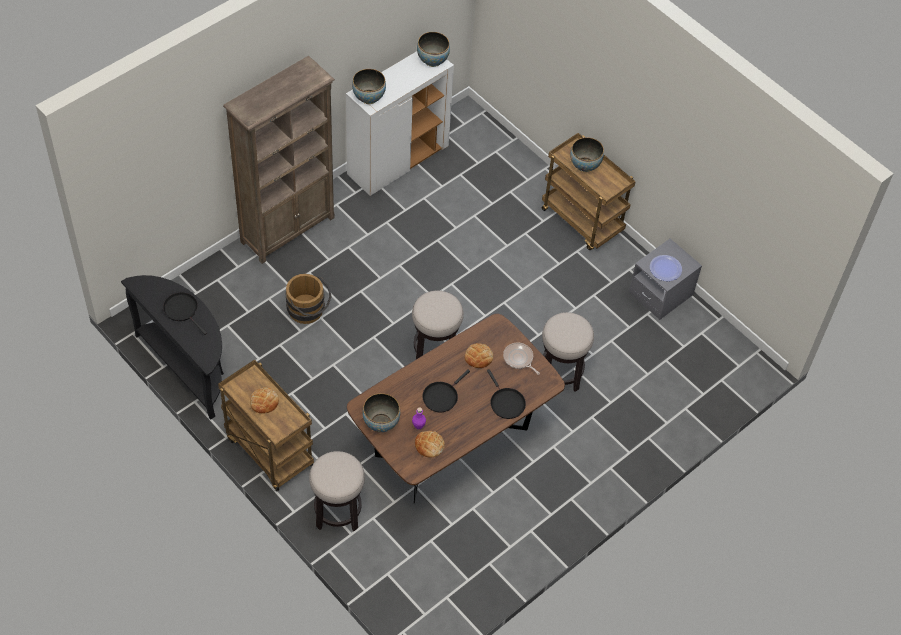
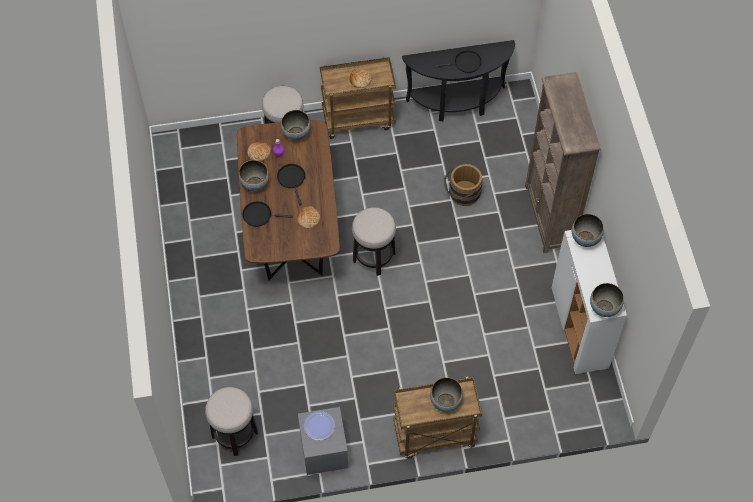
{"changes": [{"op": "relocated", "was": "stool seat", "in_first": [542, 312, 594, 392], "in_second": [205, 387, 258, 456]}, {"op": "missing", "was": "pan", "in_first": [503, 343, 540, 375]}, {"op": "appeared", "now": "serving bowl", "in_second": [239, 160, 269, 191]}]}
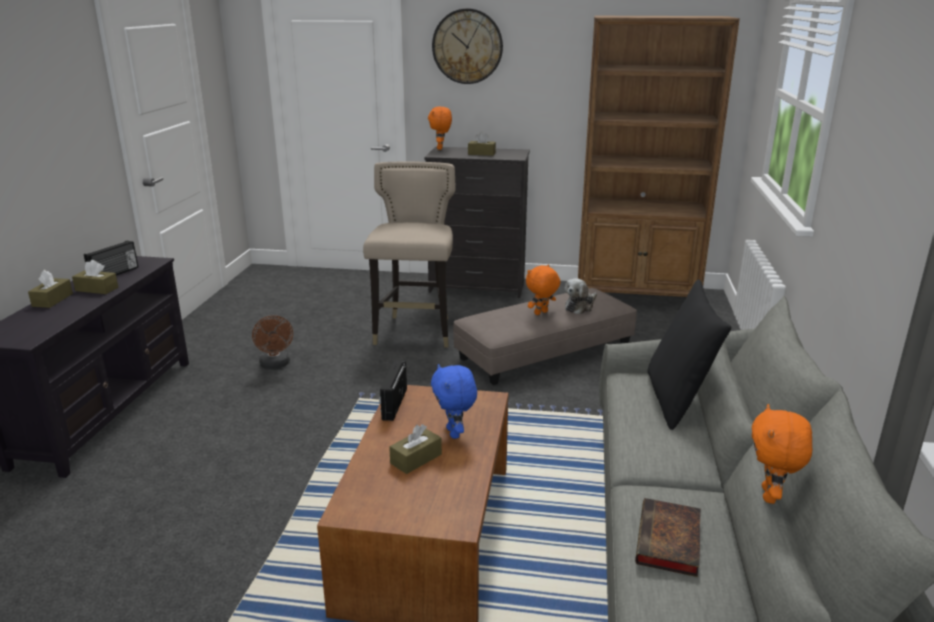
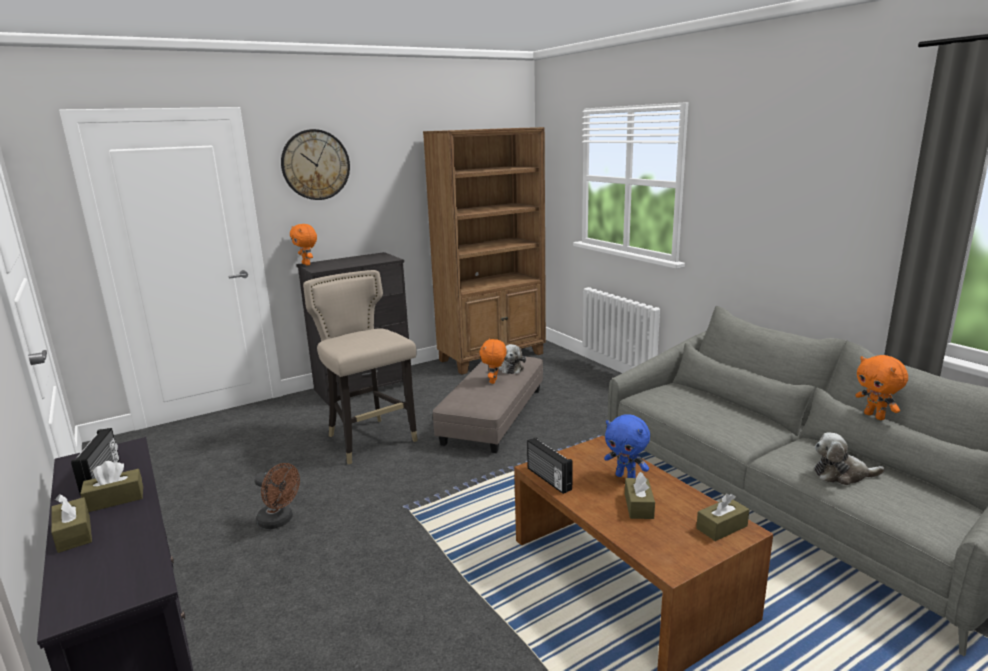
{"changes": [{"op": "relocated", "was": "brown-coloured tissue box", "in_first": [468, 132, 496, 156], "in_second": [696, 494, 749, 541]}, {"op": "missing", "was": "black-coloured pillow", "in_first": [648, 279, 731, 430]}, {"op": "exchanged", "was": "book", "now": "soft toy", "in_first": [635, 498, 701, 577], "in_second": [814, 432, 885, 485]}]}
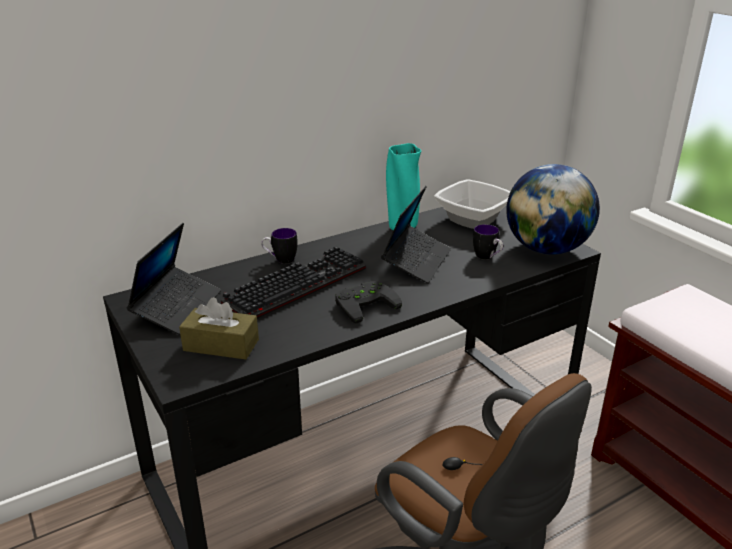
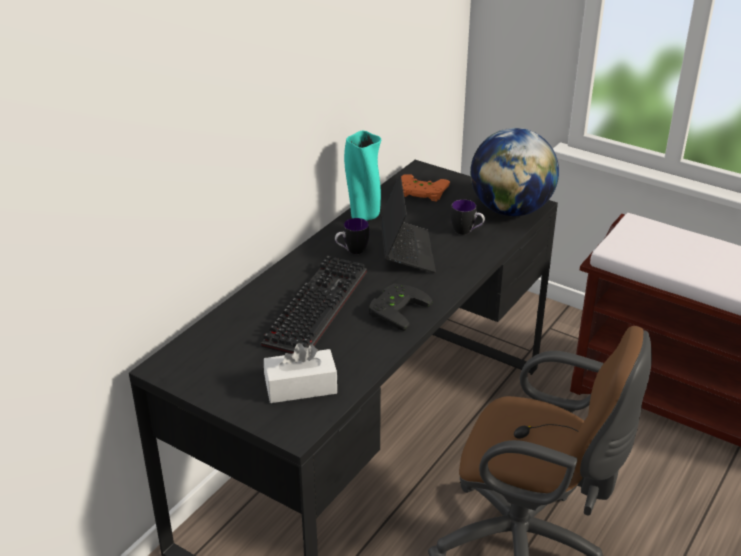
{"changes": [{"op": "exchanged", "was": "serving bowl", "now": "orange game controller", "in_first": [434, 179, 511, 229], "in_second": [401, 174, 450, 201]}, {"op": "missing", "was": "notebook computer", "in_first": [127, 223, 221, 335]}, {"op": "relocated", "was": "mug", "in_first": [261, 228, 298, 264], "in_second": [335, 218, 369, 254]}, {"op": "colour", "was": "brown-coloured tissue box", "now": "white-coloured tissue box", "in_first": [179, 297, 259, 360], "in_second": [264, 343, 337, 403]}]}
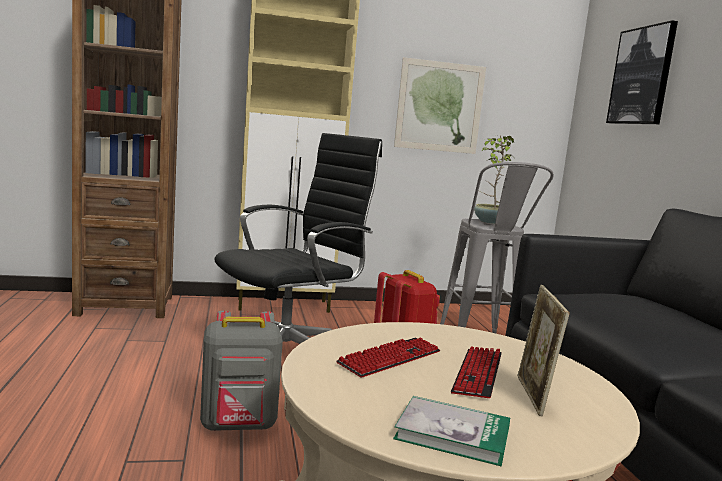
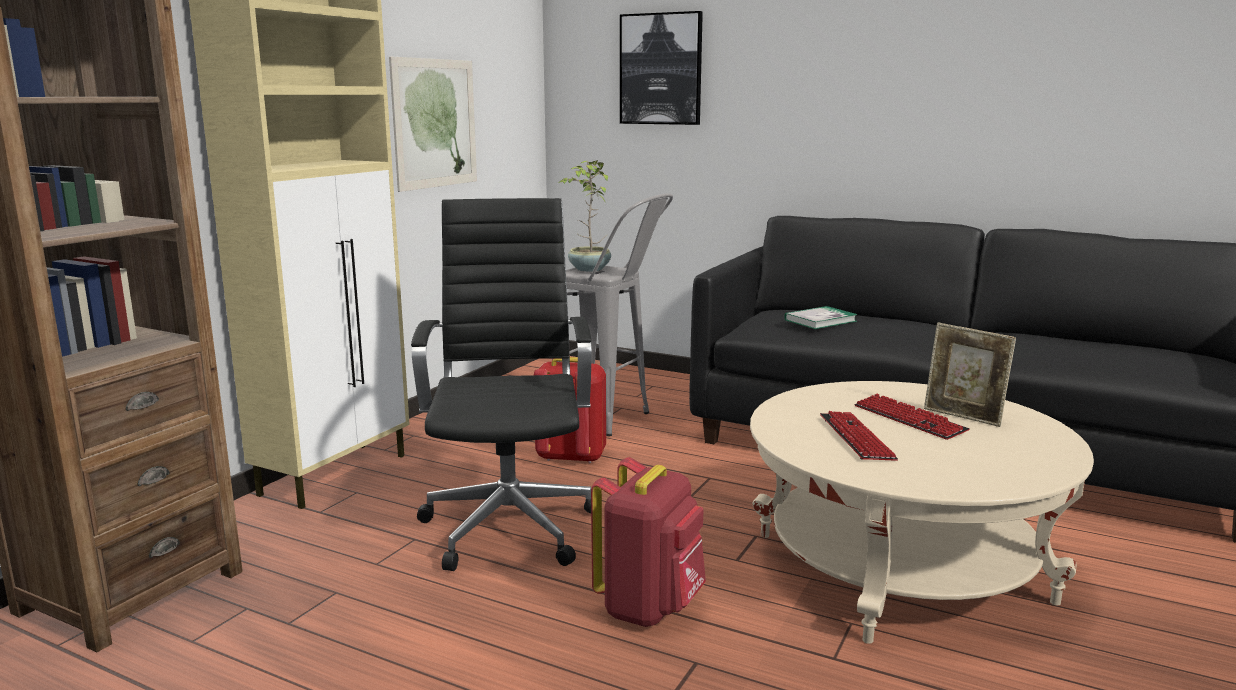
{"changes": [{"op": "colour", "was": "greyish backpack", "now": "red-coloured backpack", "in_first": [200, 311, 283, 431], "in_second": [591, 457, 706, 627]}, {"op": "relocated", "was": "book", "in_first": [393, 396, 510, 466], "in_second": [784, 306, 858, 329]}]}
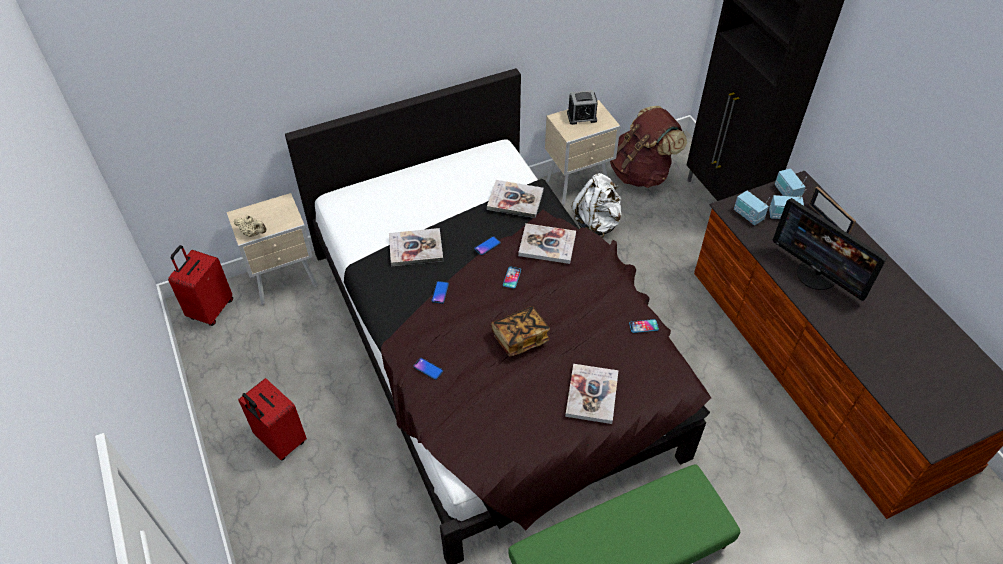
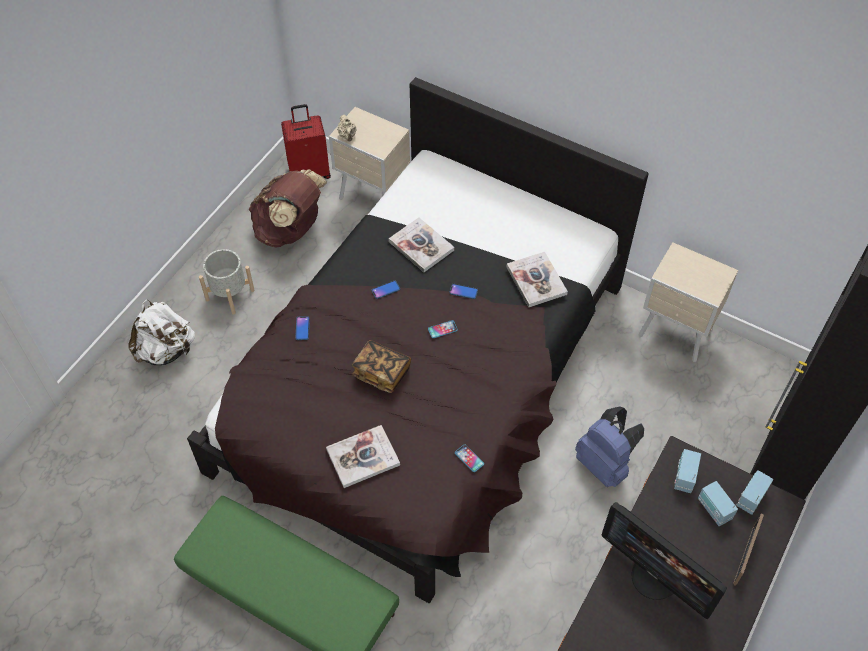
{"changes": [{"op": "missing", "was": "bedside clock", "in_first": [567, 90, 598, 125]}, {"op": "relocated", "was": "brown-coloured backpack", "in_first": [610, 106, 687, 188], "in_second": [248, 169, 327, 248]}, {"op": "relocated", "was": "white-coloured backpack", "in_first": [572, 173, 622, 238], "in_second": [128, 299, 195, 365]}, {"op": "spun", "was": "monitor", "in_first": [773, 198, 887, 301], "in_second": [601, 502, 727, 619], "clockwise": -60}, {"op": "missing", "was": "book", "in_first": [518, 223, 576, 264]}, {"op": "exchanged", "was": "red-coloured piece of luggage", "now": "greyish flower pot", "in_first": [238, 378, 307, 461], "in_second": [199, 249, 255, 315]}, {"op": "appeared", "now": "blue-coloured backpack", "in_second": [575, 406, 644, 487]}]}
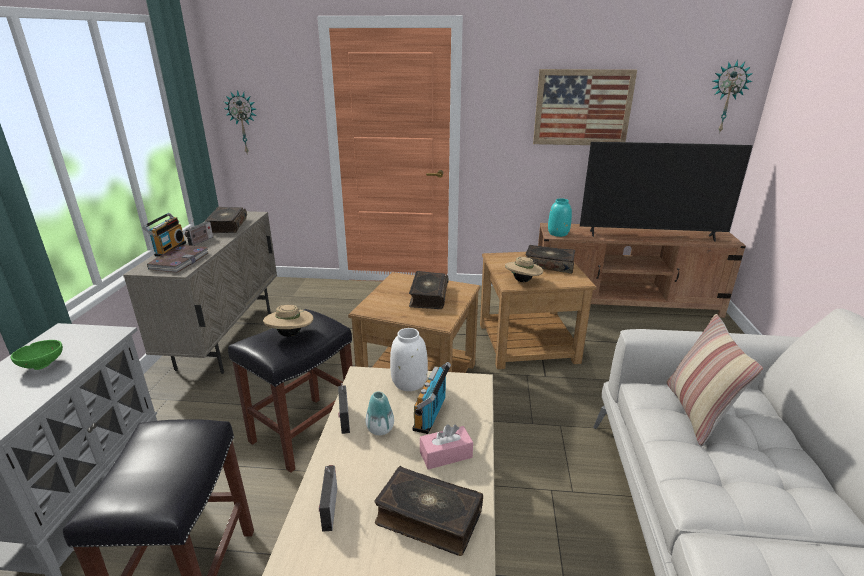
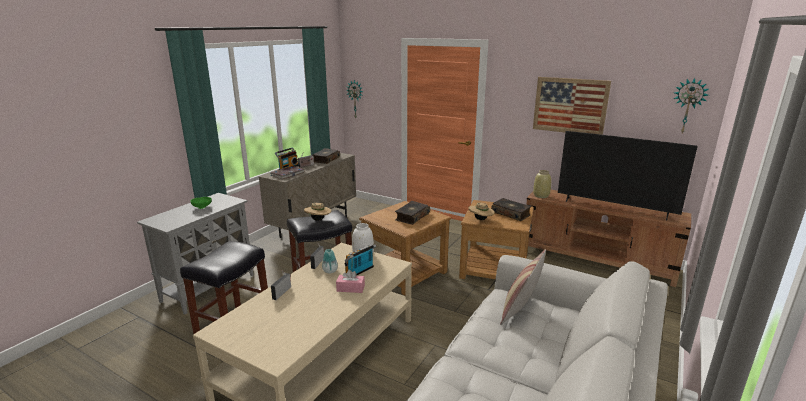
{"changes": [{"op": "colour", "was": "turquoise-coloured vase", "now": "sand-coloured vase", "in_first": [548, 198, 572, 237], "in_second": [533, 170, 551, 198]}, {"op": "missing", "was": "book", "in_first": [375, 466, 483, 556]}]}
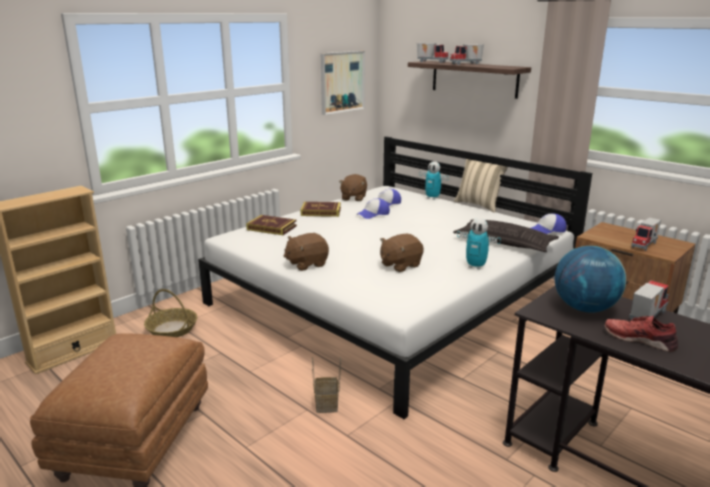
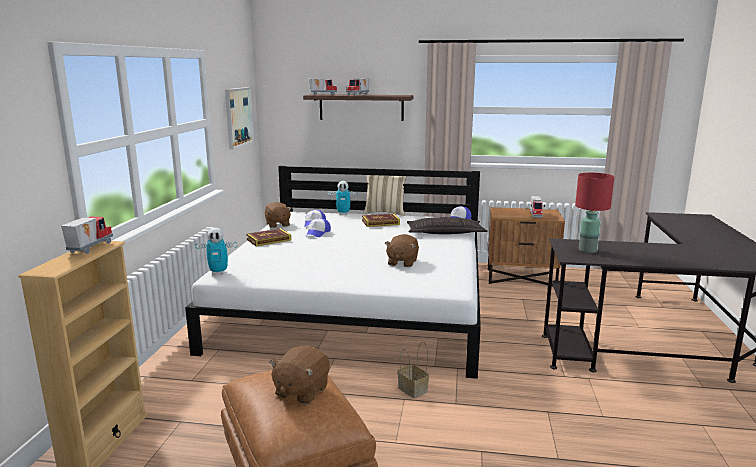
{"changes": [{"op": "relocated", "was": "book", "in_first": [246, 215, 297, 235], "in_second": [362, 214, 400, 227]}, {"op": "relocated", "was": "model robot", "in_first": [457, 218, 501, 270], "in_second": [195, 228, 237, 275]}, {"op": "relocated", "was": "brown-coloured soft toy", "in_first": [284, 233, 329, 271], "in_second": [269, 346, 330, 404]}, {"op": "exchanged", "was": "world globe", "now": "red-coloured tabletop lamp", "in_first": [554, 246, 626, 313], "in_second": [575, 173, 614, 253]}, {"op": "relocated", "was": "model truck", "in_first": [629, 280, 669, 320], "in_second": [61, 216, 113, 254]}, {"op": "missing", "was": "household basket", "in_first": [144, 289, 197, 337]}, {"op": "missing", "was": "red-coloured shoe", "in_first": [605, 316, 678, 352]}]}
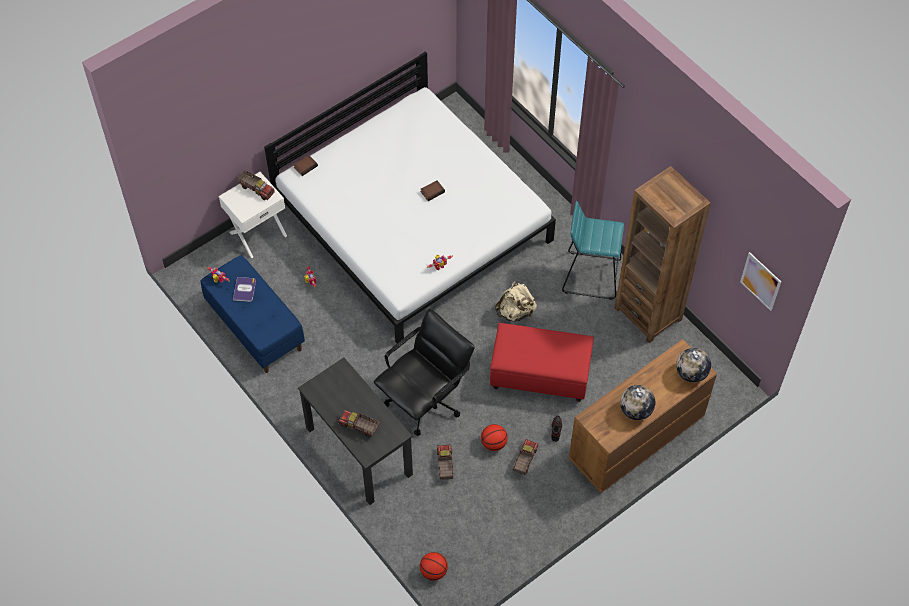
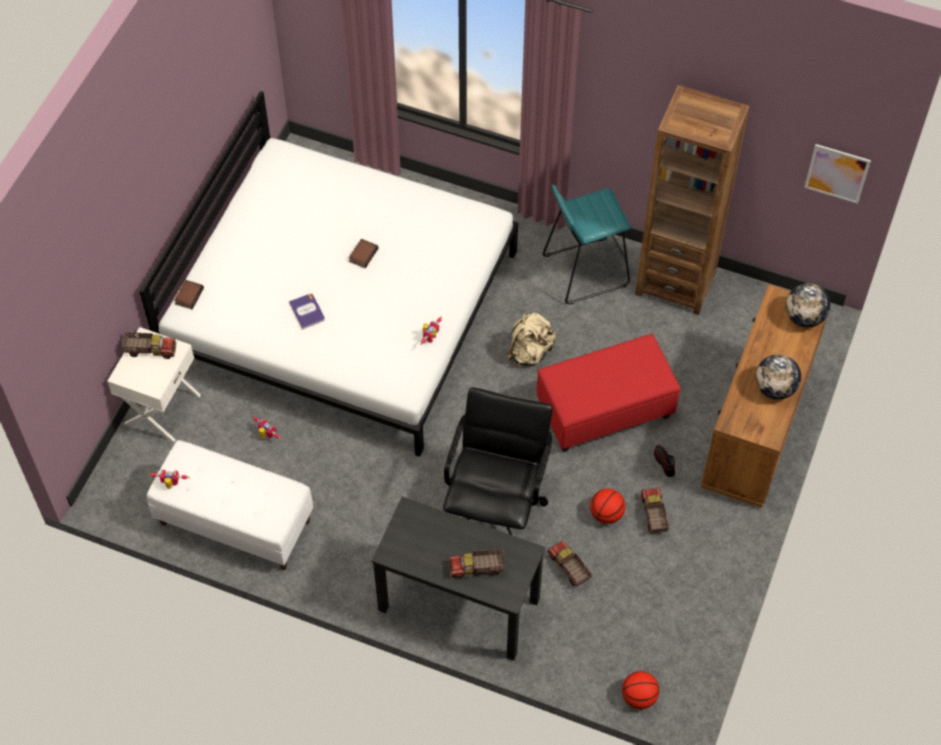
{"changes": [{"op": "colour", "was": "blue-coloured long seat", "now": "white-coloured long seat", "in_first": [201, 255, 305, 373], "in_second": [147, 440, 313, 570]}, {"op": "relocated", "was": "book", "in_first": [233, 277, 256, 302], "in_second": [289, 294, 325, 329]}]}
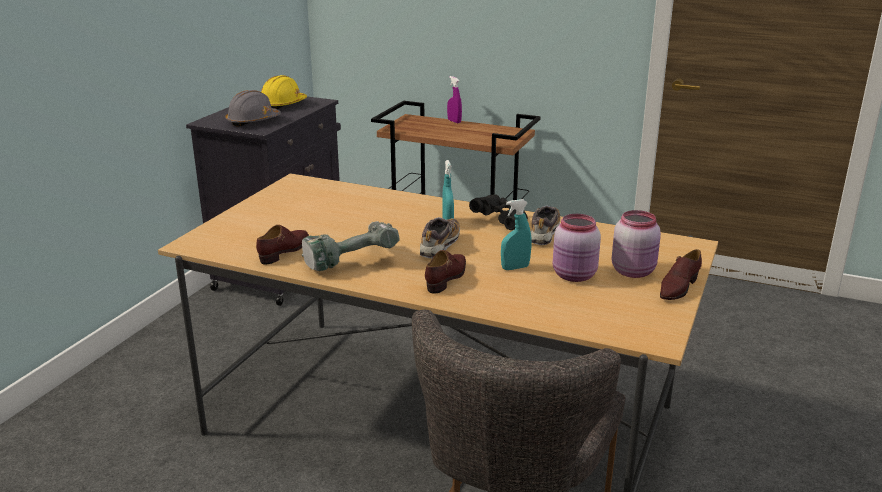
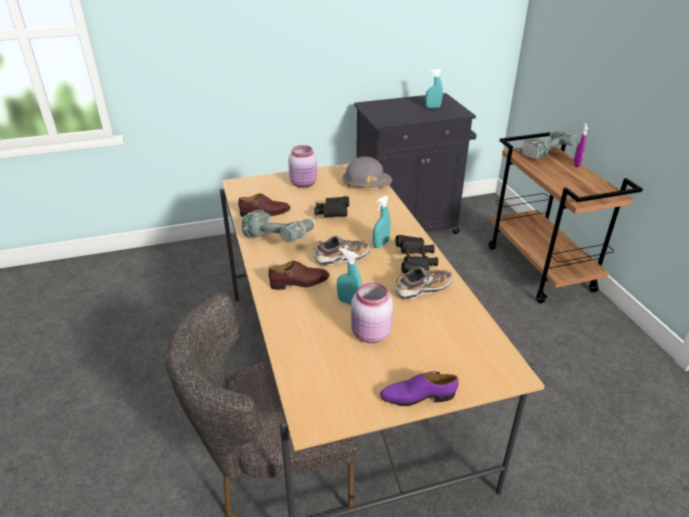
{"changes": [{"op": "exchanged", "was": "yellowish work helmet", "now": "turquoise-coloured hand sprayer", "in_first": [261, 75, 307, 109], "in_second": [425, 69, 443, 108]}, {"op": "relocated", "was": "greyish work helmet", "in_first": [225, 90, 281, 126], "in_second": [343, 157, 392, 188]}, {"op": "relocated", "was": "pinkish storage jar", "in_first": [612, 210, 661, 278], "in_second": [288, 145, 317, 188]}, {"op": "colour", "was": "brown-coloured shoe", "now": "purple-coloured shoe", "in_first": [660, 249, 702, 300], "in_second": [380, 371, 459, 406]}, {"op": "appeared", "now": "power drill", "in_second": [517, 131, 578, 159]}, {"op": "appeared", "now": "black-coloured field glasses", "in_second": [314, 196, 349, 218]}]}
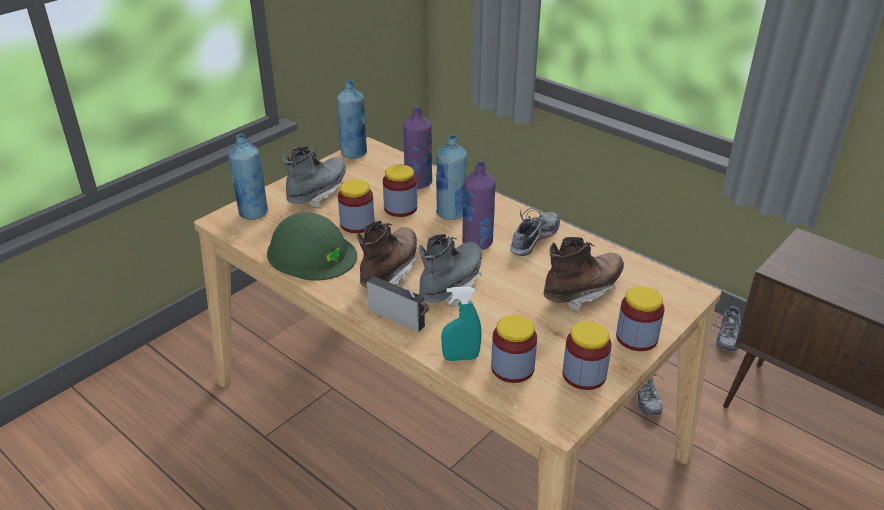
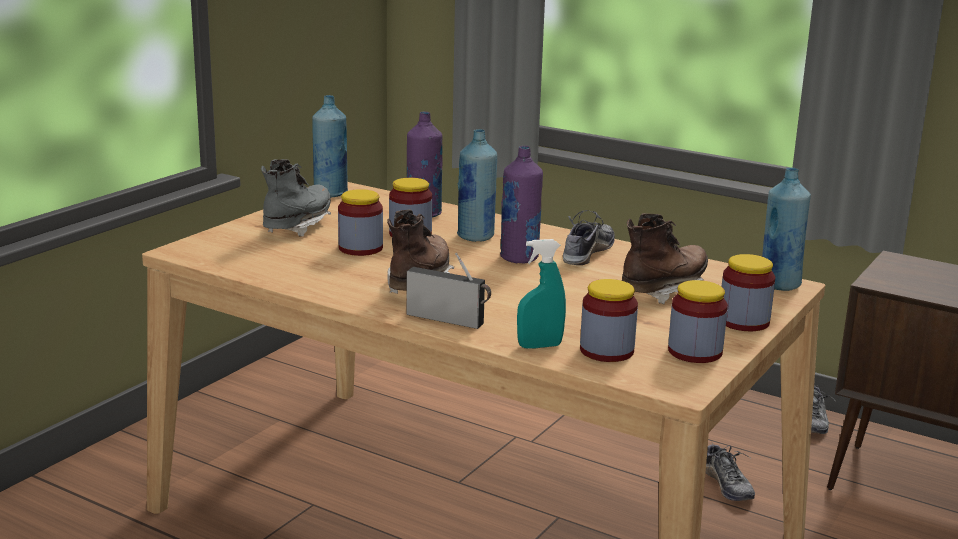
{"changes": [{"op": "relocated", "was": "blue-coloured drink bottle", "in_first": [228, 134, 268, 220], "in_second": [762, 167, 811, 291]}, {"op": "missing", "was": "green work helmet", "in_first": [267, 212, 357, 281]}, {"op": "missing", "was": "greyish boot", "in_first": [418, 234, 482, 307]}]}
